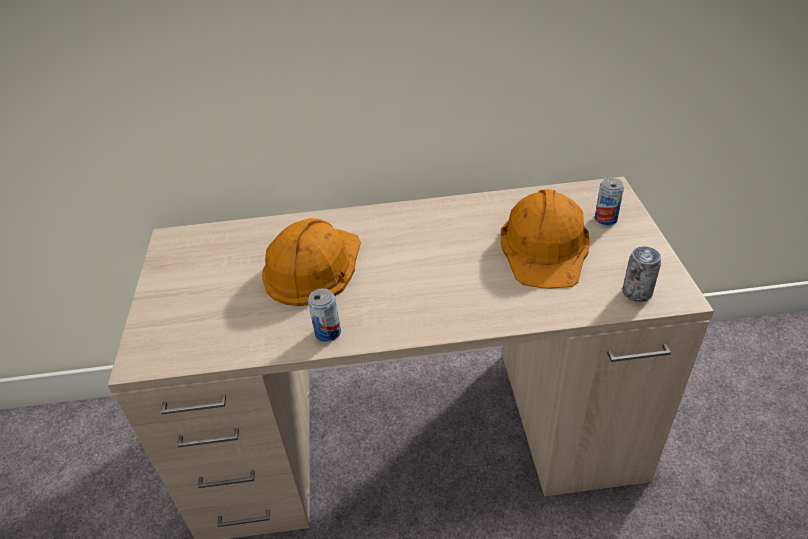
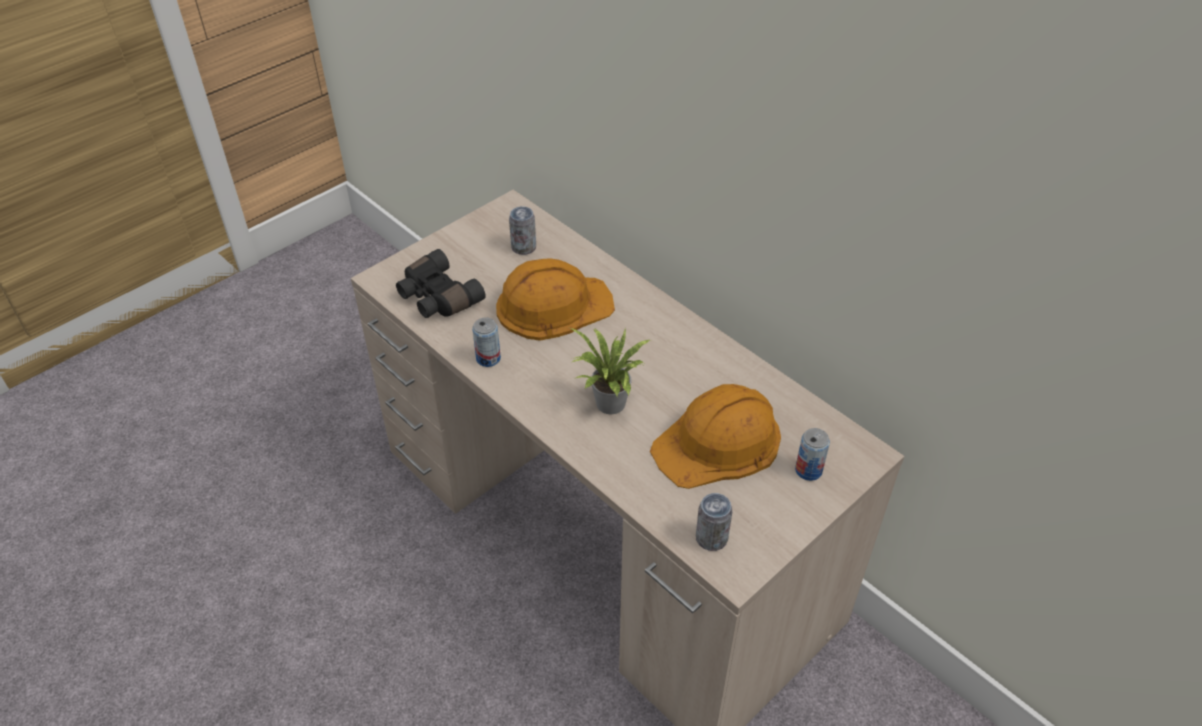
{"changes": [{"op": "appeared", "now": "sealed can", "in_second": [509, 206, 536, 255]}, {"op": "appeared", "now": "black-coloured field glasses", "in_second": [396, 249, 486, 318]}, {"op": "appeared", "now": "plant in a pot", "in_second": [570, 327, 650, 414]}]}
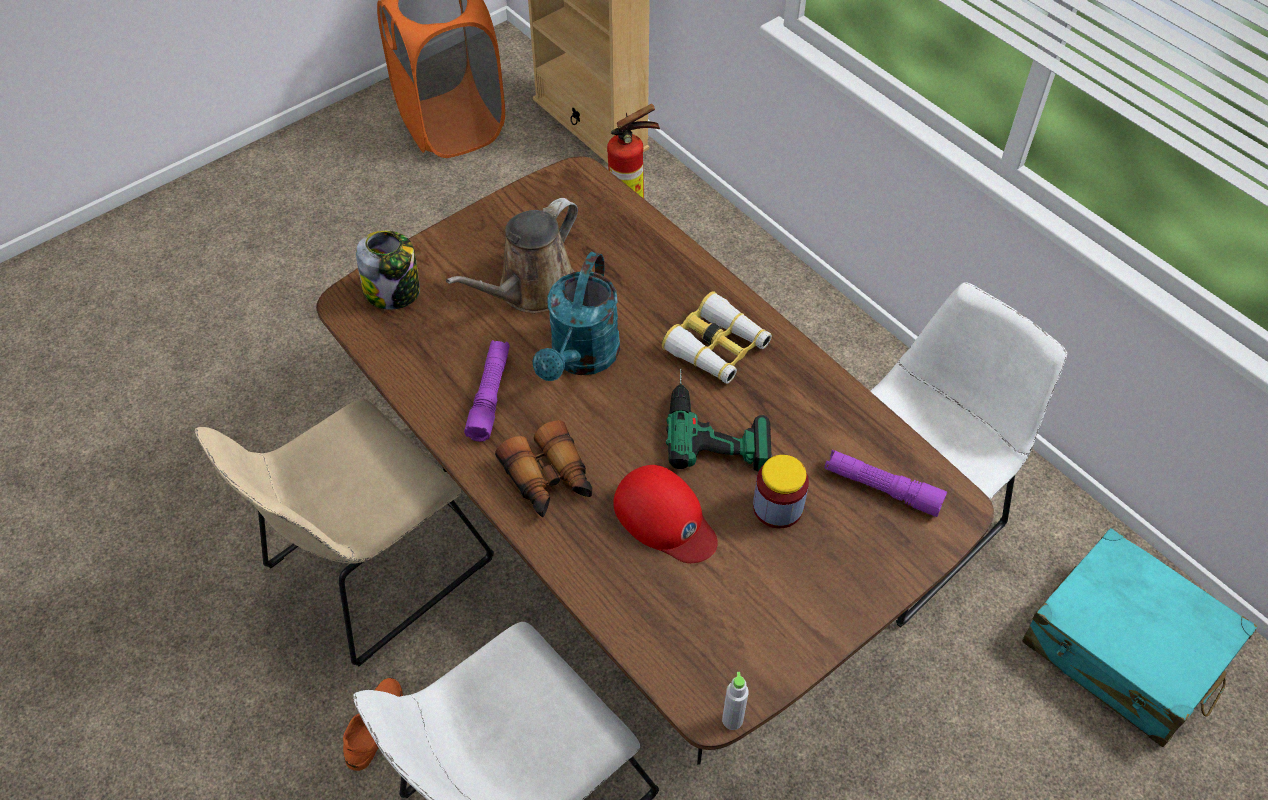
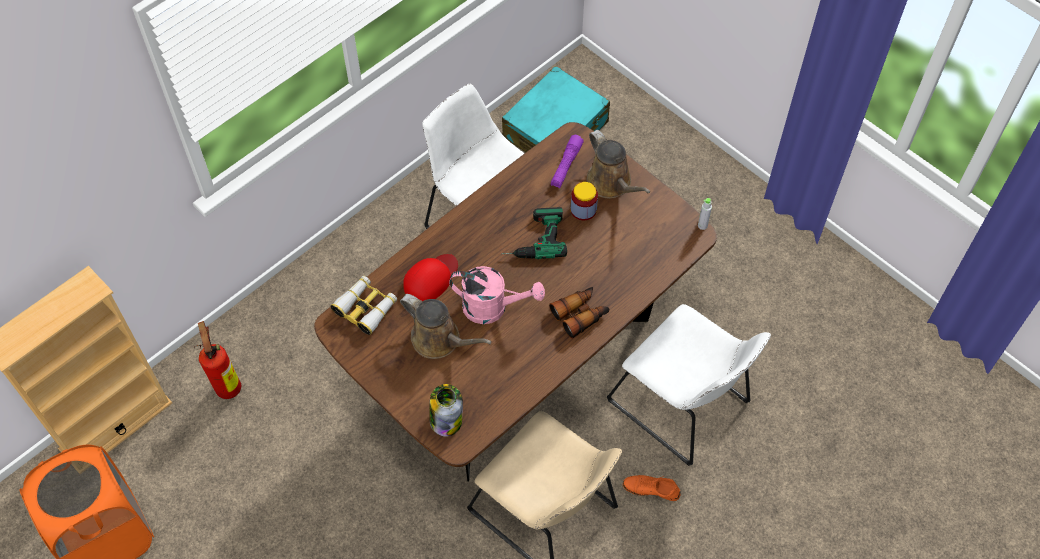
{"changes": [{"op": "colour", "was": "turquoise-coloured watering pot", "now": "pinkish watering pot", "in_first": [532, 252, 620, 381], "in_second": [449, 266, 545, 324]}, {"op": "relocated", "was": "field glasses", "in_first": [662, 291, 772, 383], "in_second": [331, 276, 397, 335]}, {"op": "missing", "was": "purple-coloured flashlight", "in_first": [464, 340, 510, 442]}, {"op": "relocated", "was": "red-coloured baseball cap", "in_first": [614, 465, 718, 563], "in_second": [403, 254, 458, 301]}, {"op": "appeared", "now": "brown-coloured watering pot", "in_second": [587, 130, 650, 199]}]}
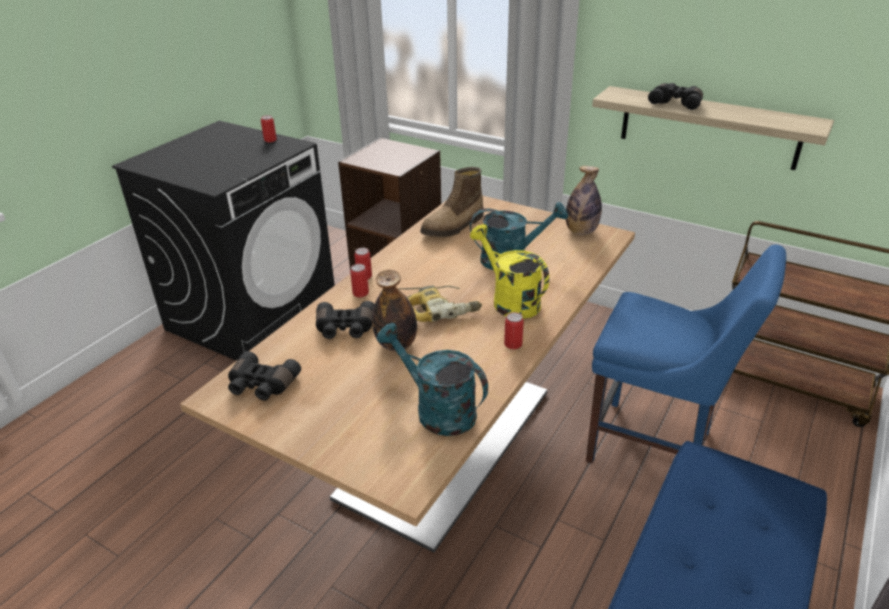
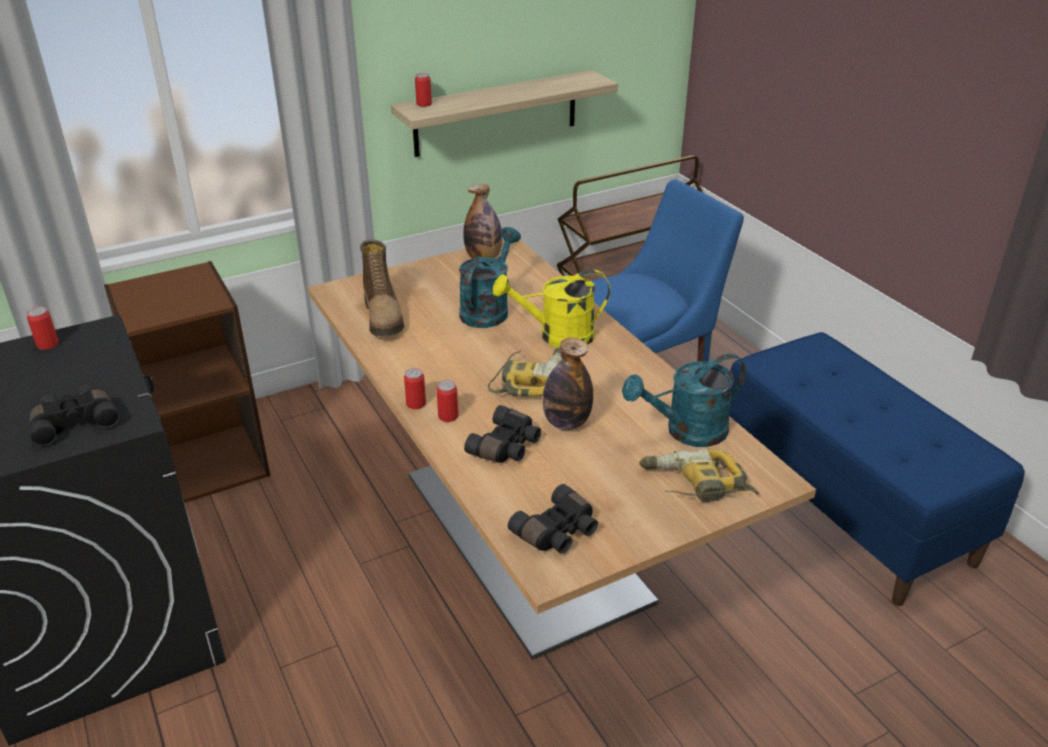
{"changes": [{"op": "relocated", "was": "black-coloured field glasses", "in_first": [648, 83, 703, 110], "in_second": [30, 385, 119, 446]}, {"op": "relocated", "was": "sealed can", "in_first": [504, 312, 524, 349], "in_second": [415, 73, 432, 107]}, {"op": "appeared", "now": "power drill", "in_second": [639, 449, 759, 502]}]}
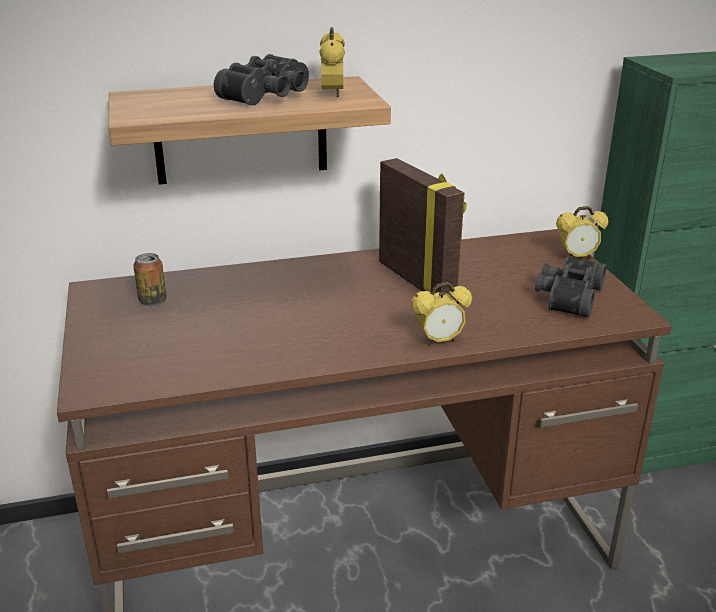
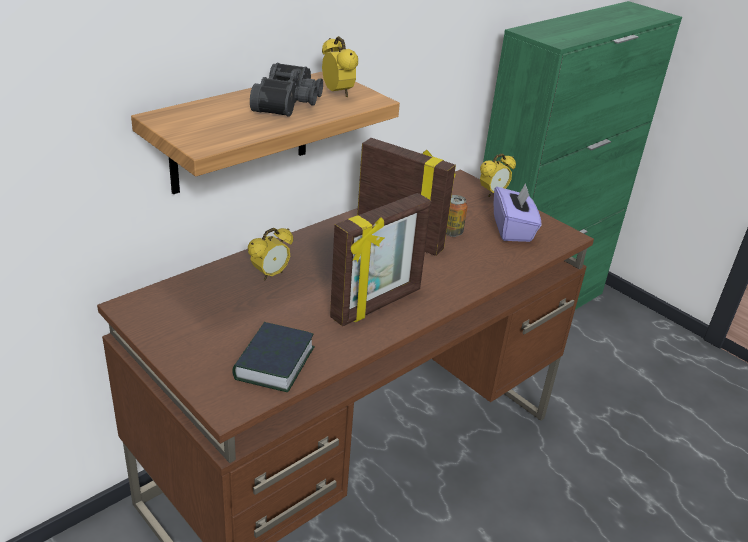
{"changes": [{"op": "relocated", "was": "sealed can", "in_first": [133, 253, 167, 306], "in_second": [446, 195, 468, 237]}, {"op": "exchanged", "was": "black-coloured field glasses", "now": "purple-coloured tissue box", "in_first": [535, 257, 606, 318], "in_second": [494, 183, 541, 242]}, {"op": "relocated", "was": "bedside clock", "in_first": [411, 282, 472, 346], "in_second": [248, 228, 293, 281]}, {"op": "appeared", "now": "standing frame", "in_second": [330, 193, 431, 326]}, {"op": "appeared", "now": "book", "in_second": [232, 322, 315, 392]}]}
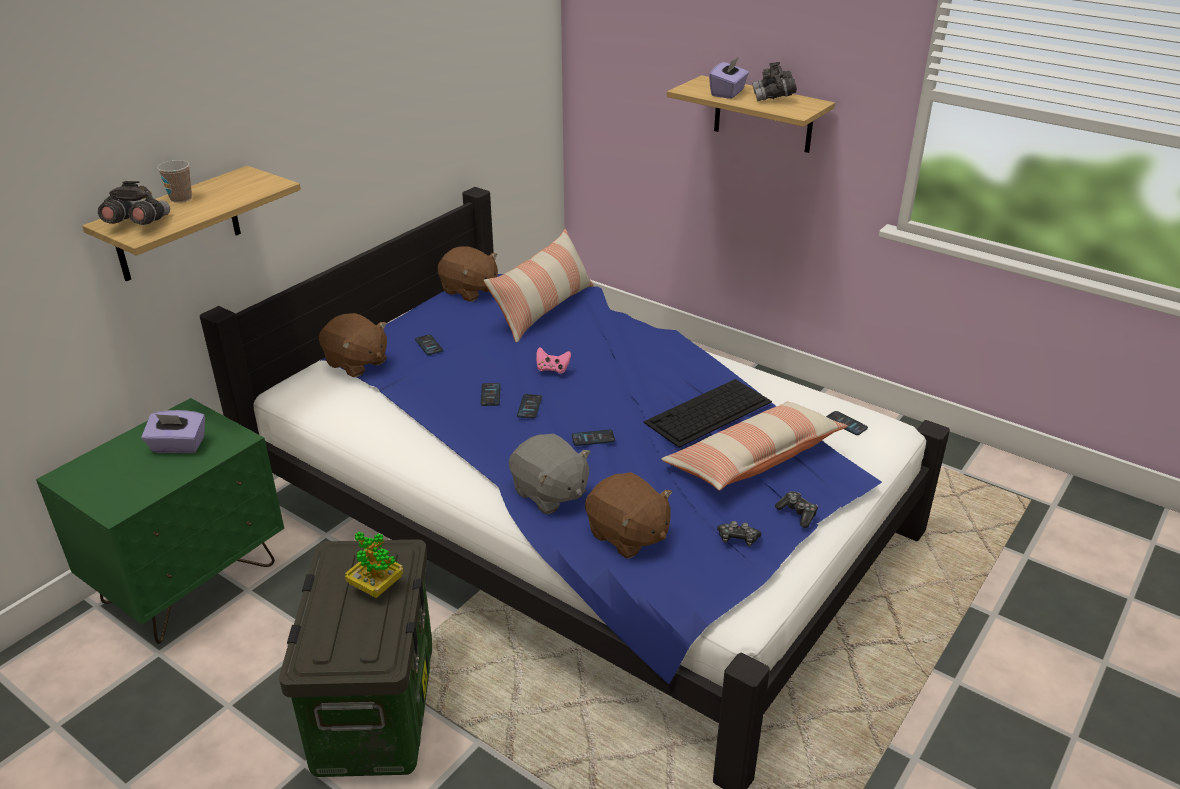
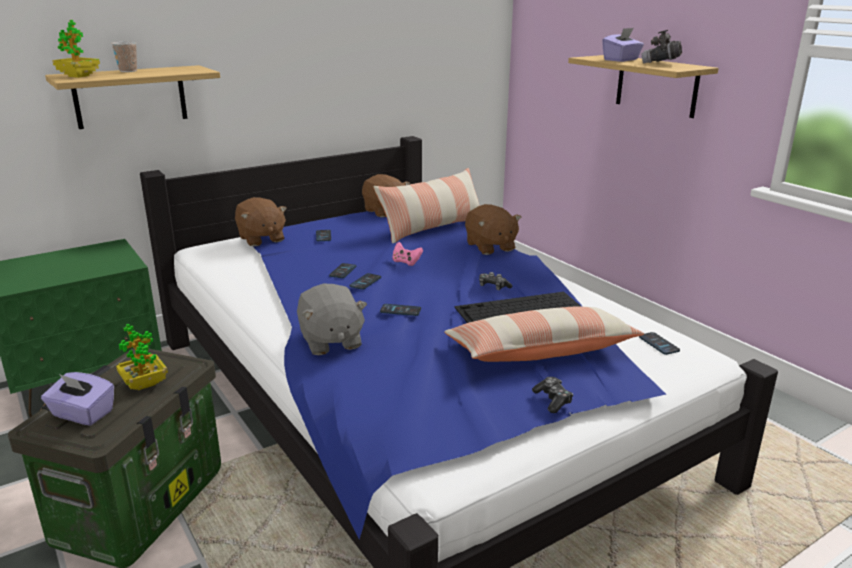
{"changes": [{"op": "exchanged", "was": "greyish field glasses", "now": "plant in a pot", "in_first": [98, 181, 170, 225], "in_second": [52, 20, 100, 78]}, {"op": "relocated", "was": "purple-coloured tissue box", "in_first": [141, 410, 205, 453], "in_second": [41, 372, 114, 426]}, {"op": "relocated", "was": "brown-coloured soft toy", "in_first": [585, 472, 672, 559], "in_second": [465, 204, 521, 255]}, {"op": "relocated", "was": "game controller", "in_first": [717, 521, 761, 546], "in_second": [479, 272, 512, 290]}]}
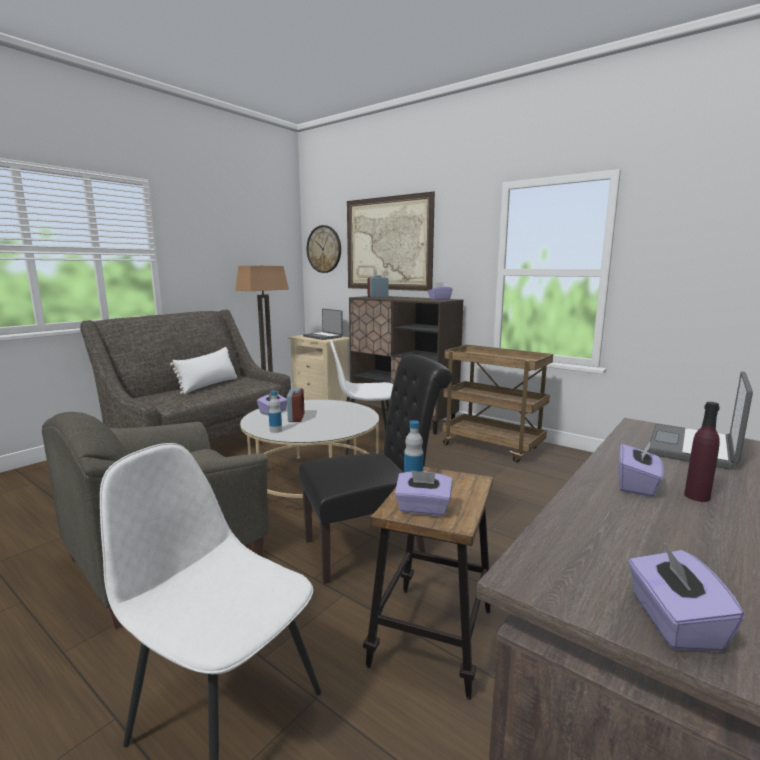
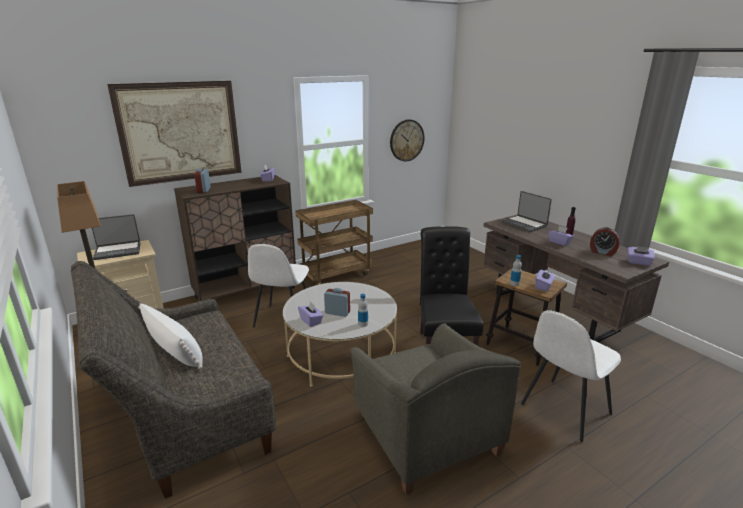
{"changes": [{"op": "relocated", "was": "hanging clock", "in_first": [307, 225, 341, 273], "in_second": [390, 120, 424, 161]}, {"op": "appeared", "now": "bedside clock", "in_second": [590, 227, 620, 256]}]}
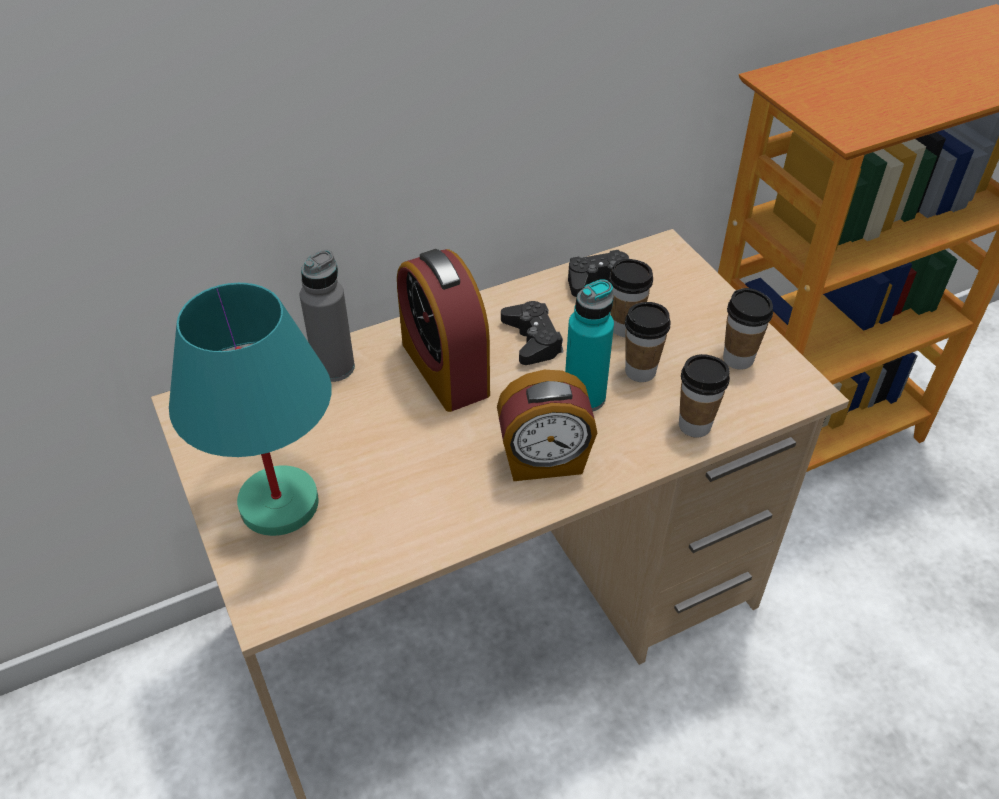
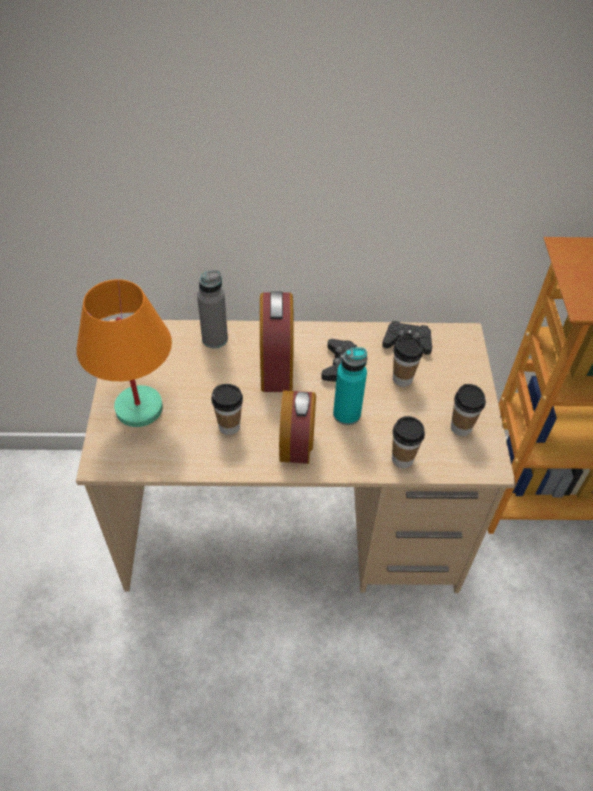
{"changes": [{"op": "colour", "was": "turquoise-coloured tabletop lamp", "now": "orange tabletop lamp", "in_first": [169, 283, 332, 536], "in_second": [77, 279, 172, 427]}, {"op": "relocated", "was": "small cup", "in_first": [625, 302, 671, 382], "in_second": [211, 384, 243, 435]}, {"op": "spun", "was": "bedside clock", "in_first": [497, 370, 597, 481], "in_second": [279, 390, 316, 464], "clockwise": -105}]}
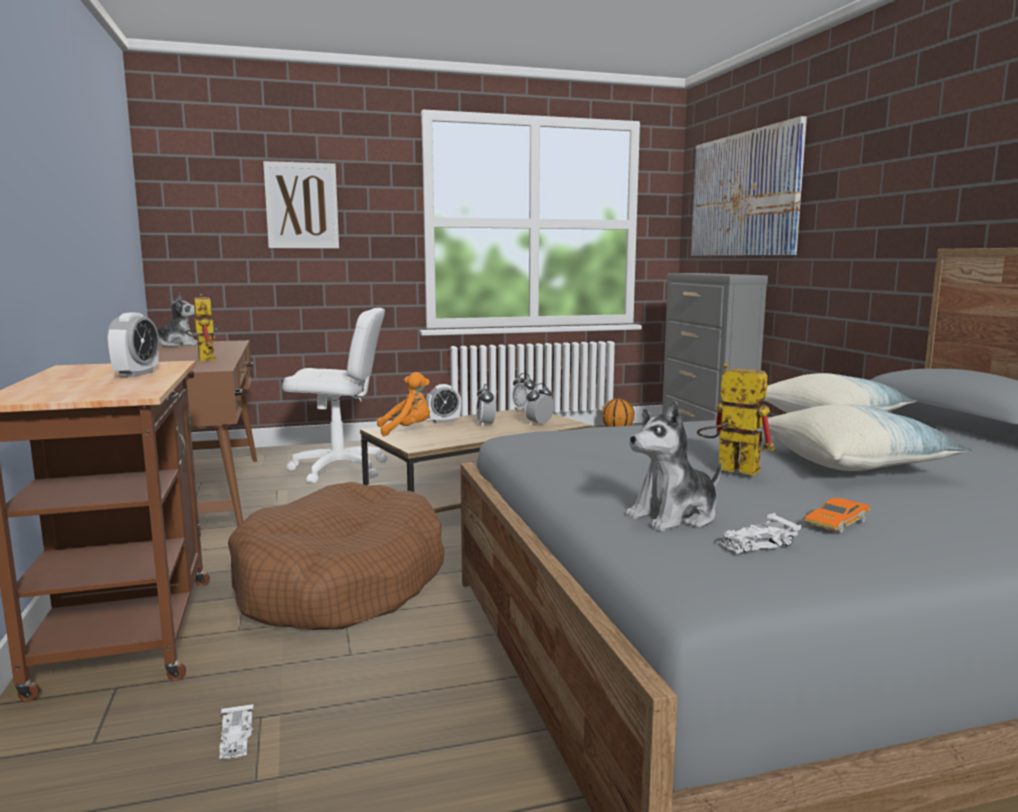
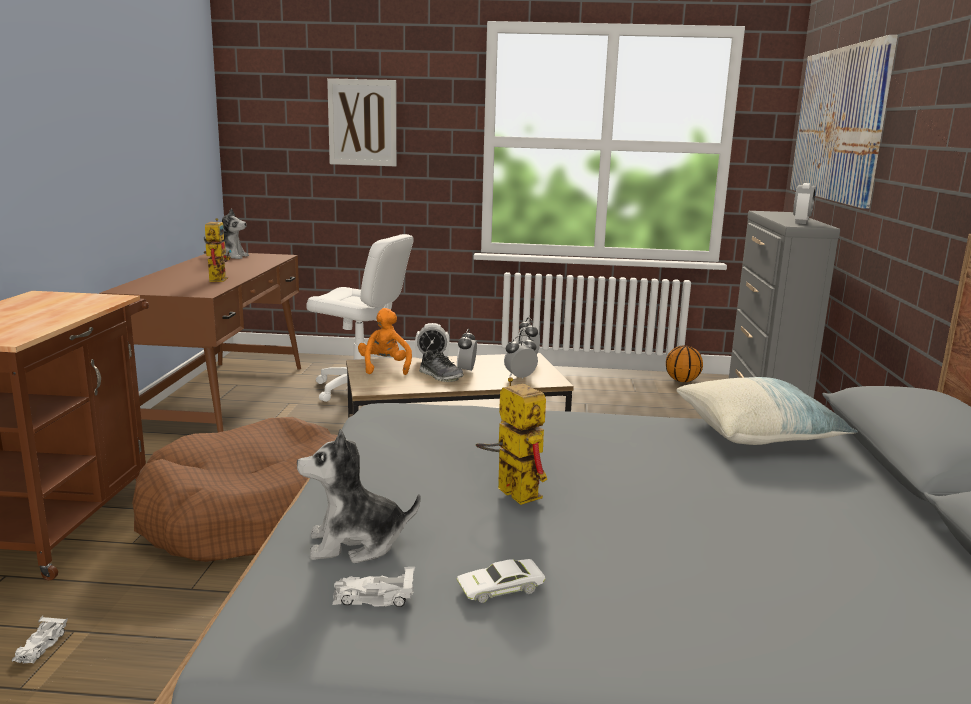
{"changes": [{"op": "relocated", "was": "bedside clock", "in_first": [107, 313, 159, 377], "in_second": [793, 183, 816, 224]}, {"op": "spun", "was": "orange soft toy", "in_first": [377, 372, 430, 436], "in_second": [358, 308, 412, 375], "clockwise": -105}, {"op": "missing", "was": "pillow", "in_first": [760, 404, 972, 471]}, {"op": "colour", "was": "orange miniature car", "now": "white-coloured miniature car", "in_first": [803, 498, 870, 533], "in_second": [456, 559, 546, 603]}, {"op": "appeared", "now": "shoe", "in_second": [419, 351, 463, 382]}]}
